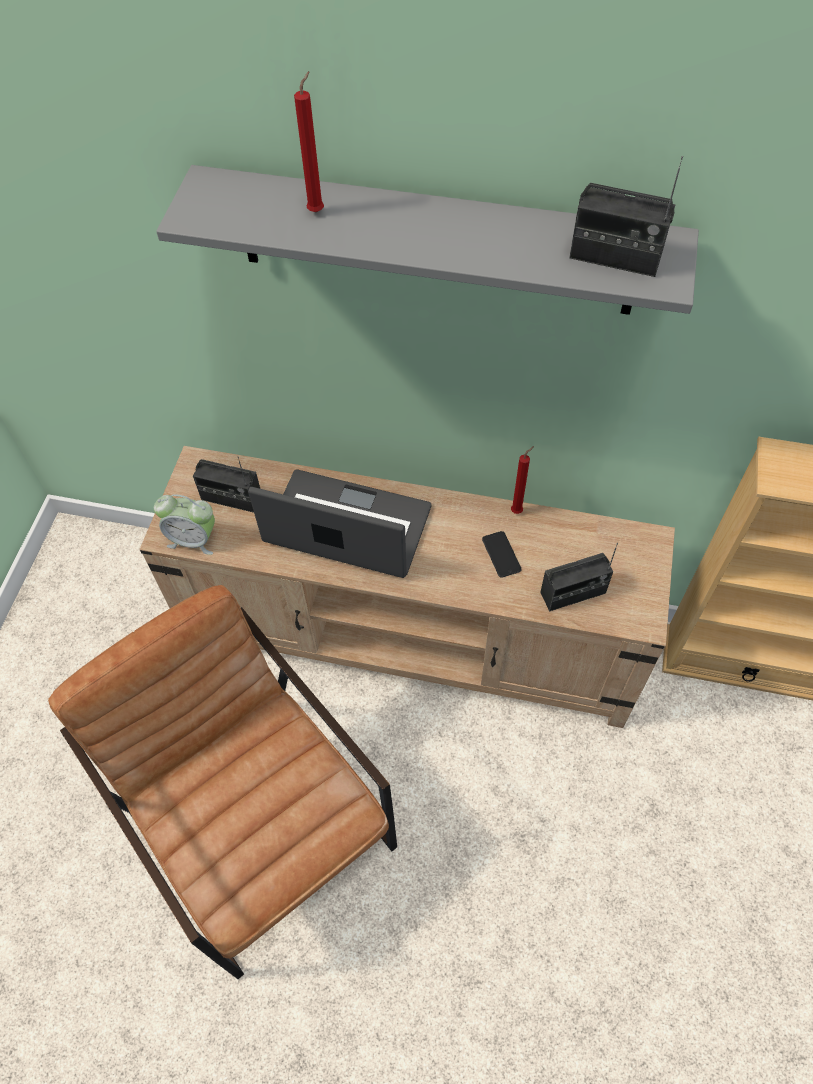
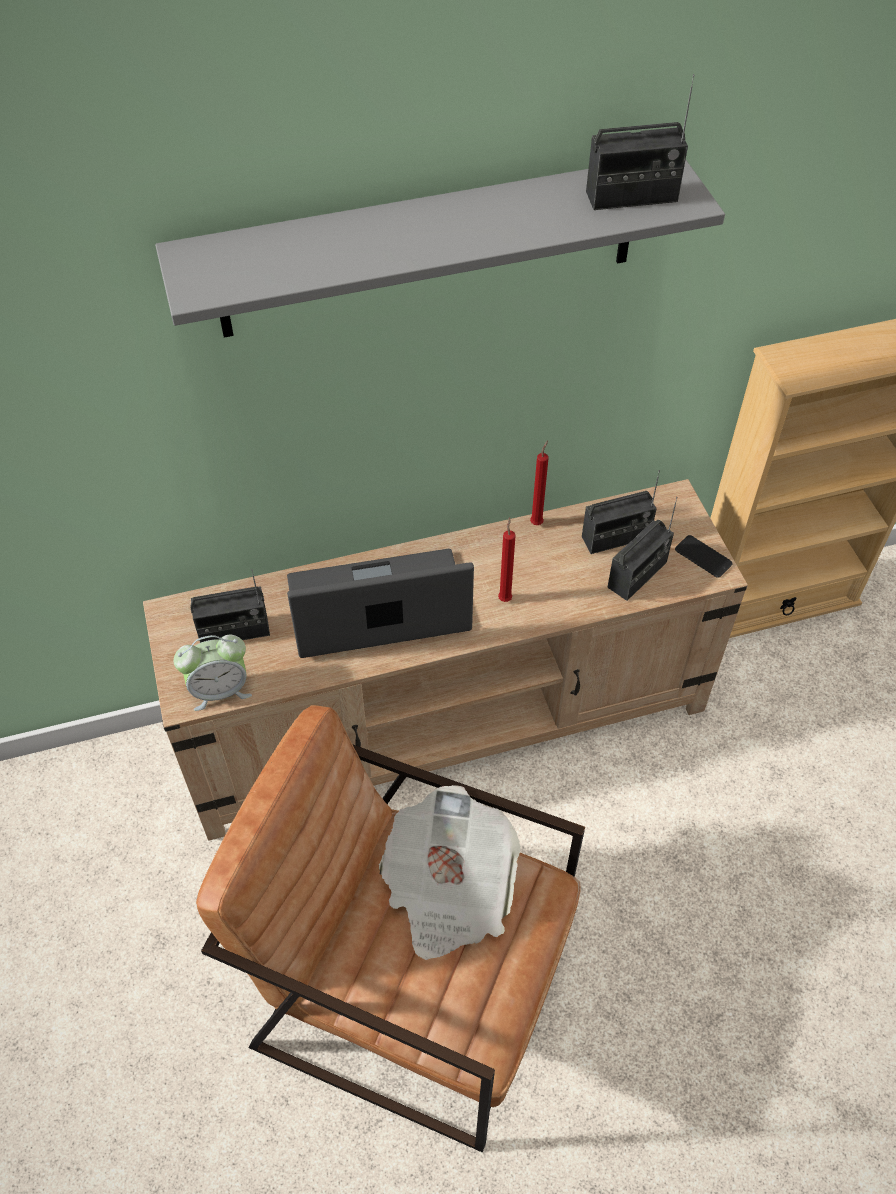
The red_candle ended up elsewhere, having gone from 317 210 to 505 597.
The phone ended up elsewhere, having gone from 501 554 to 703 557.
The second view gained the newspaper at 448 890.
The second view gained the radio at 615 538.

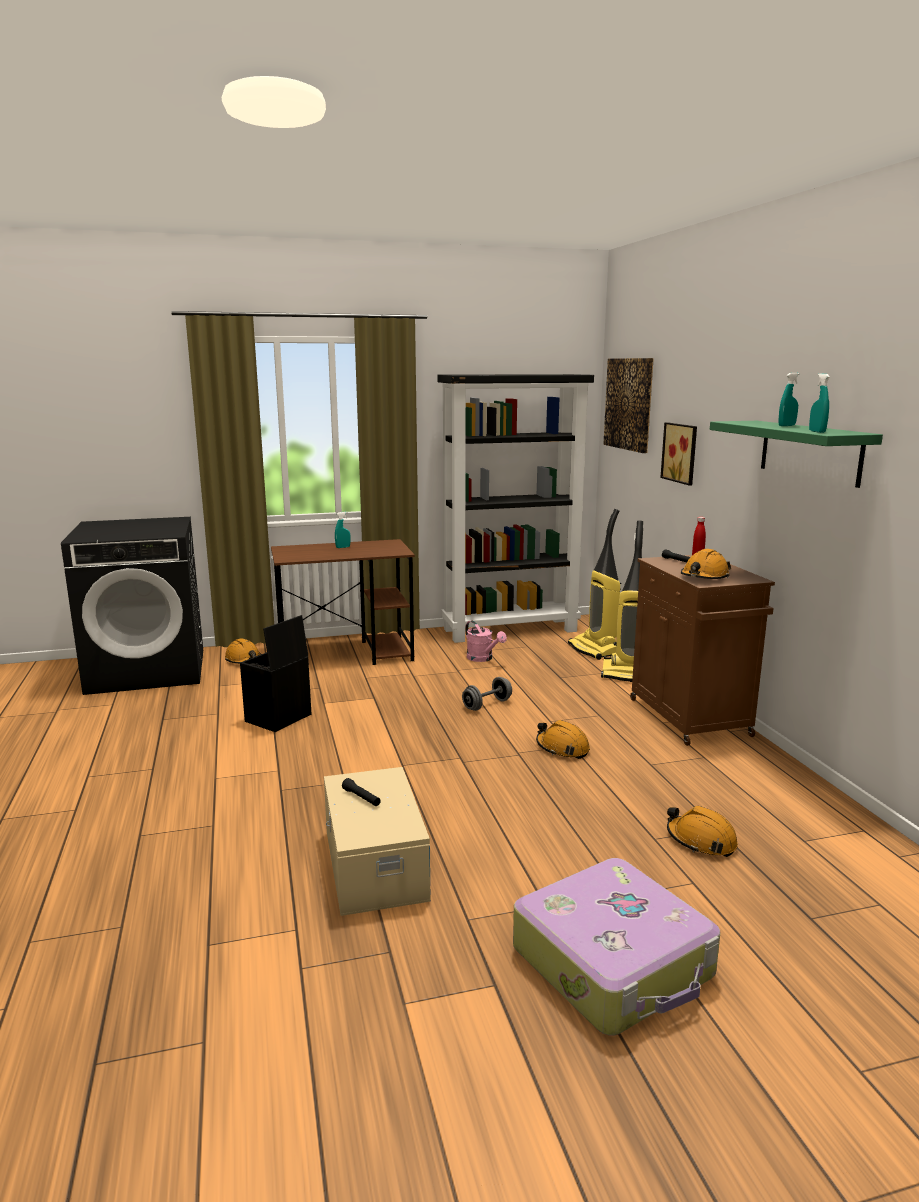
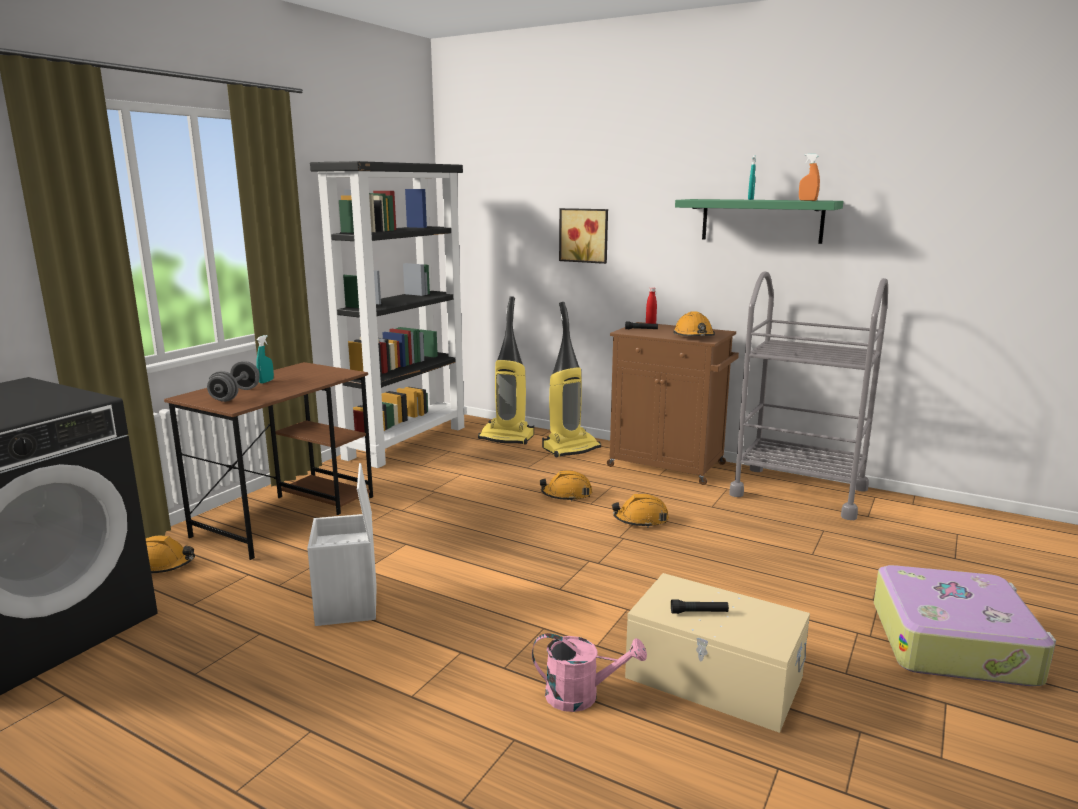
What was the black_storage_box at 278 718 turned into the white_storage_box at 348 605.
The grey_dumbbell ended up elsewhere, having gone from 487 705 to 235 395.
The pink_watering_can ended up elsewhere, having gone from 483 658 to 582 696.
The second view lost the picture at 629 404.
The orange_hard_hat ended up elsewhere, having gone from 701 841 to 566 495.
What was the turquoise_spray_bottle at 817 432 turned into the orange_spray_bottle at 807 200.
The second view gained the grey_cart at 798 492.

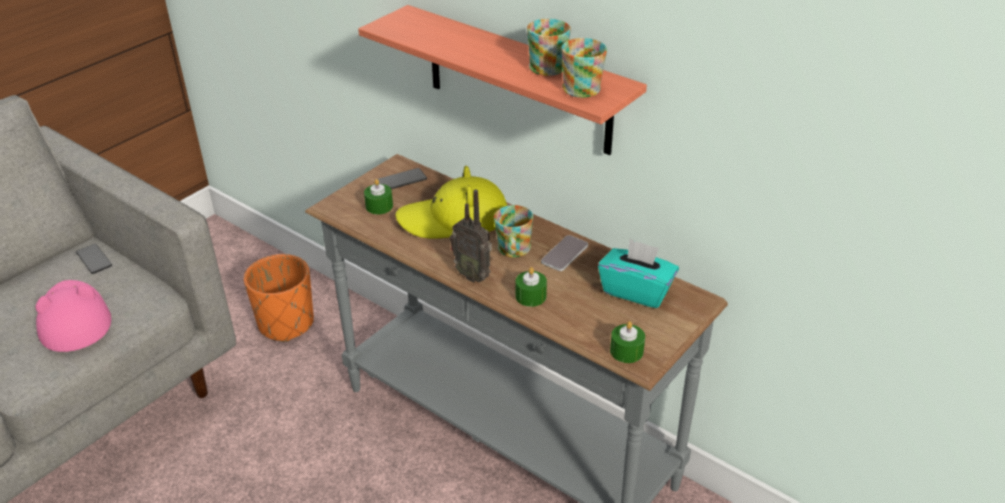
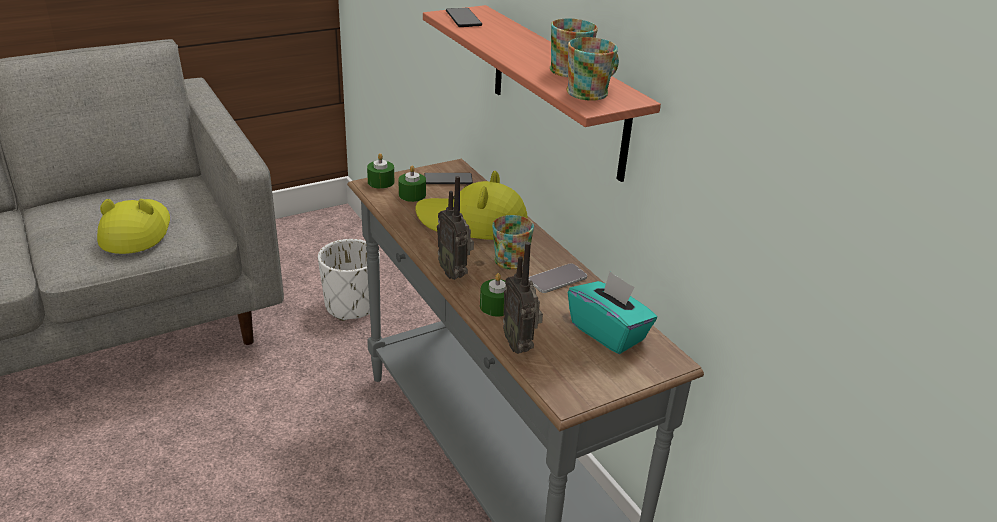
What was the pink_hat at 73 320 turned into the yellow_hat at 136 231.
The phone ended up elsewhere, having gone from 94 259 to 463 19.
What was the orange_planter at 286 324 turned into the white_planter at 351 306.
The green_candle ended up elsewhere, having gone from 626 351 to 381 182.
The second view gained the radio at 520 345.

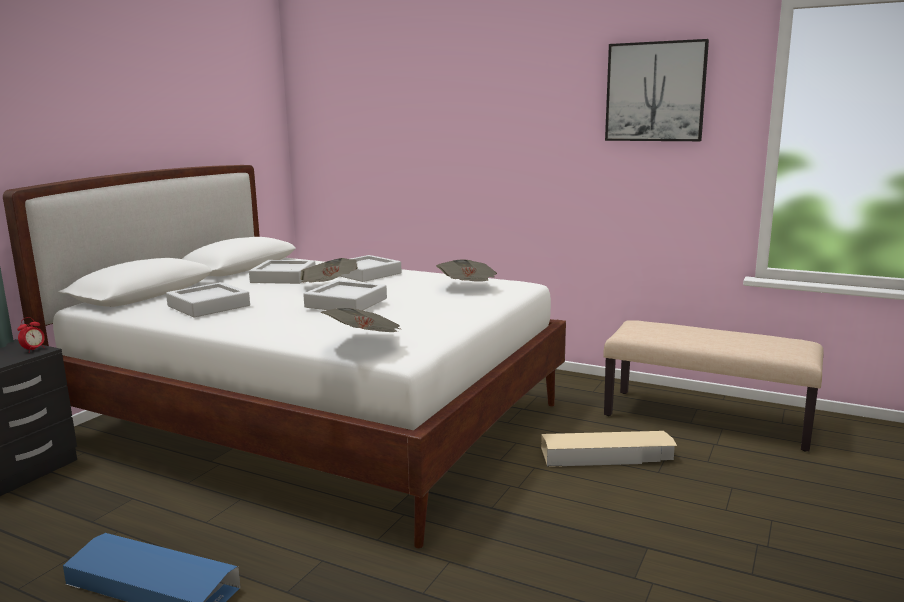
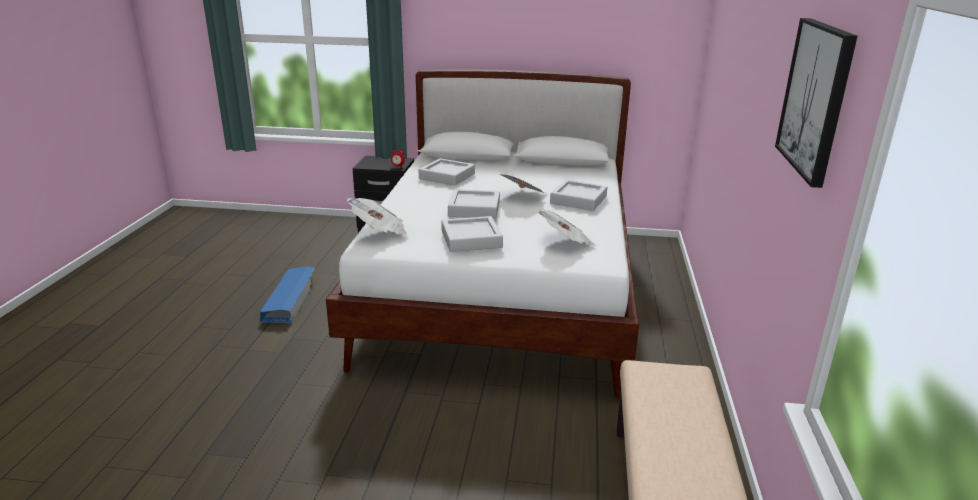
The grey_tray ended up elsewhere, having gone from 283 277 to 471 239.
The second view lost the beige_storage_box at 607 456.

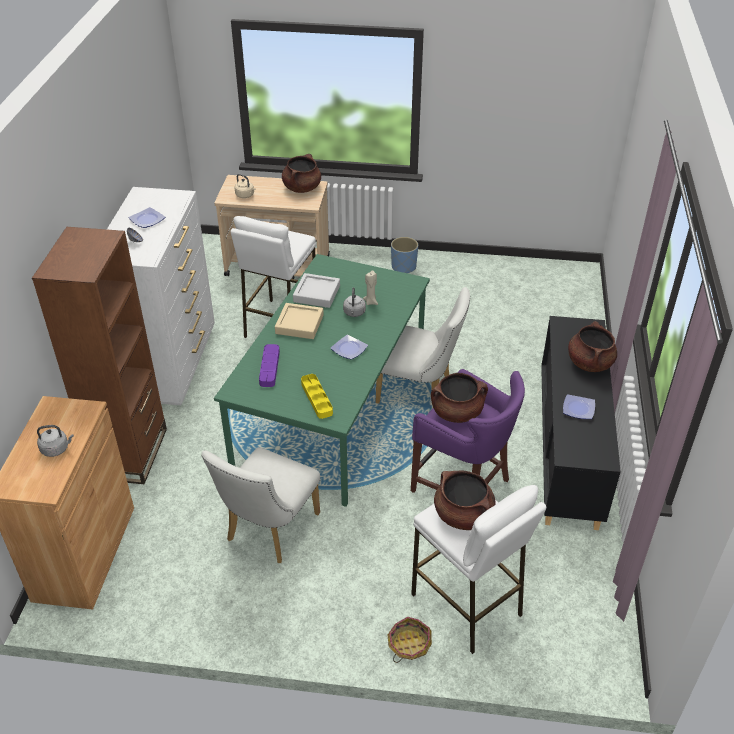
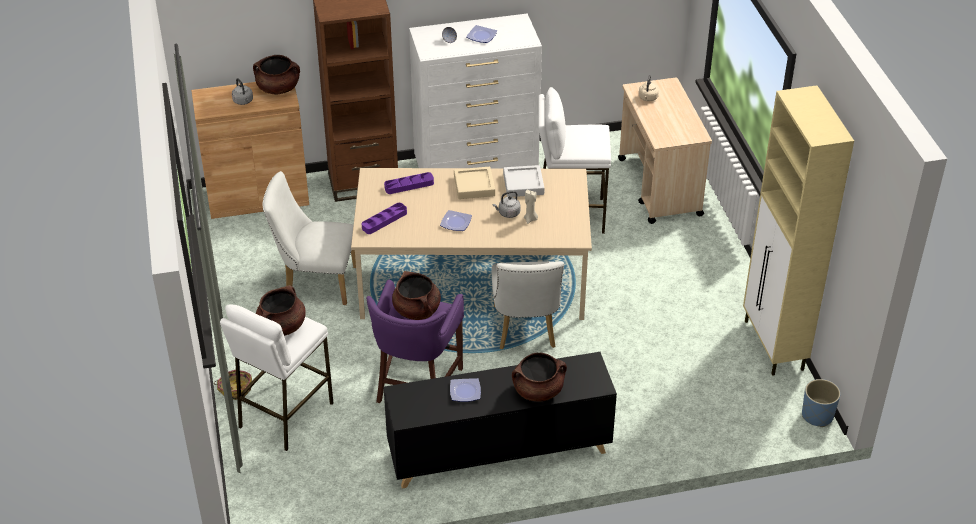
What was the green_dining_table at 333 409 turned into the beige_dining_table at 472 281.
The brown_cooking_pot ended up elsewhere, having gone from 302 188 to 278 88.
What was the yellow_tray at 316 398 turned into the purple_tray at 384 220.
The blue_planter ended up elsewhere, having gone from 403 267 to 817 415.
The second view gained the beige_cabinet at 773 346.

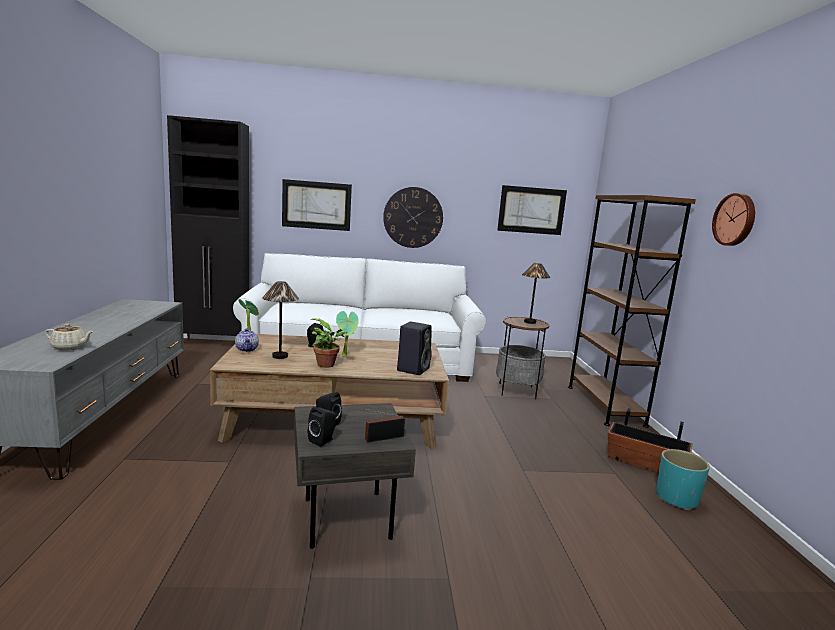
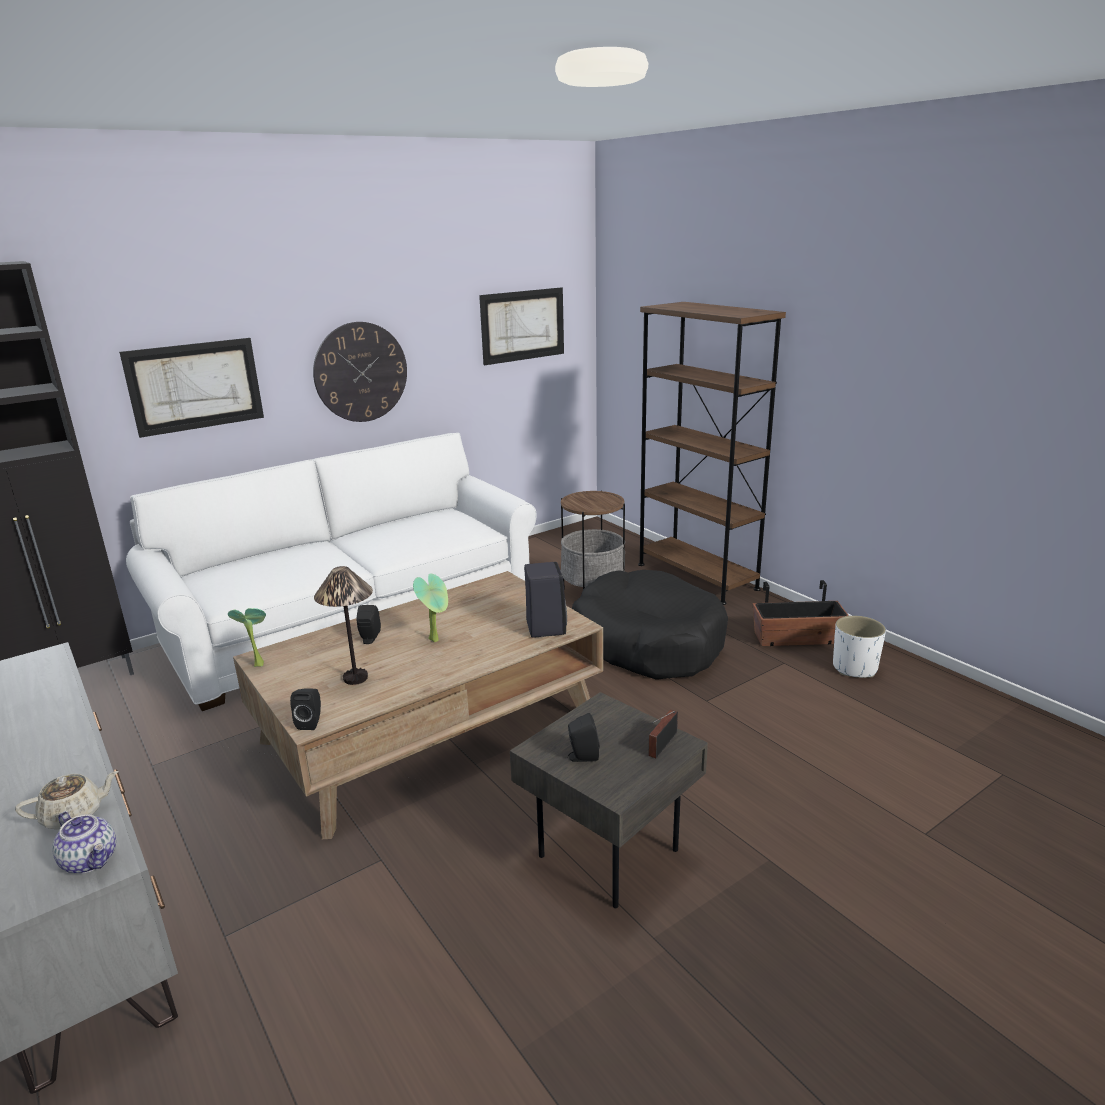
The teapot ended up elsewhere, having gone from 247 349 to 91 860.
The black_speaker ended up elsewhere, having gone from 323 440 to 311 722.
The second view lost the potted_plant at 328 365.
The second view lost the table_lamp at 529 322.
What was the turquoise_planter at 677 499 turned into the white_planter at 855 668.
The second view lost the wall_clock at 735 219.
The second view gained the black_dog_bed at 648 642.

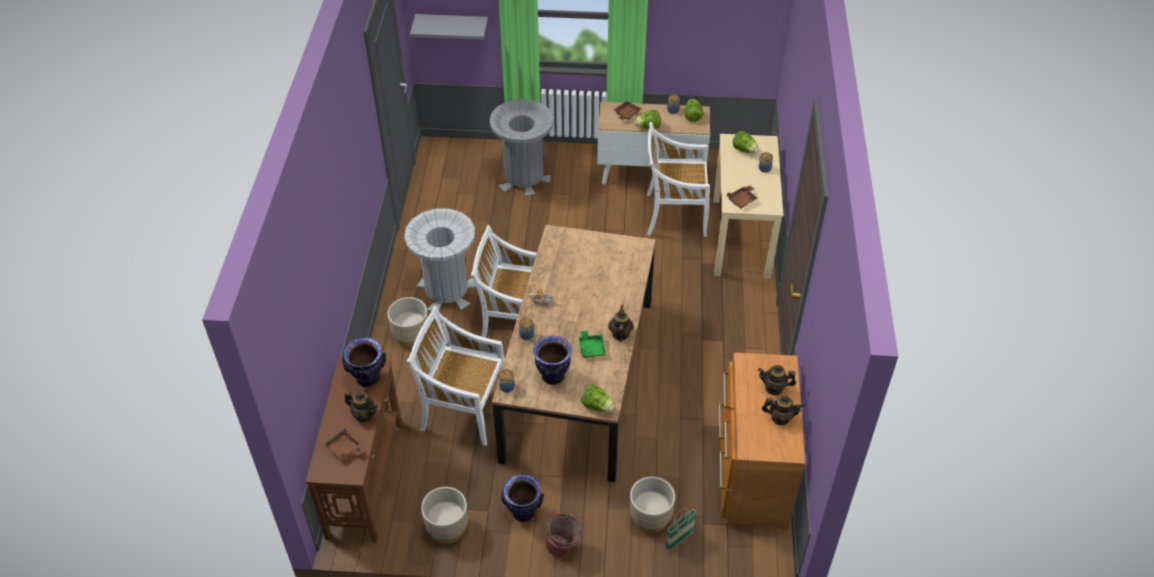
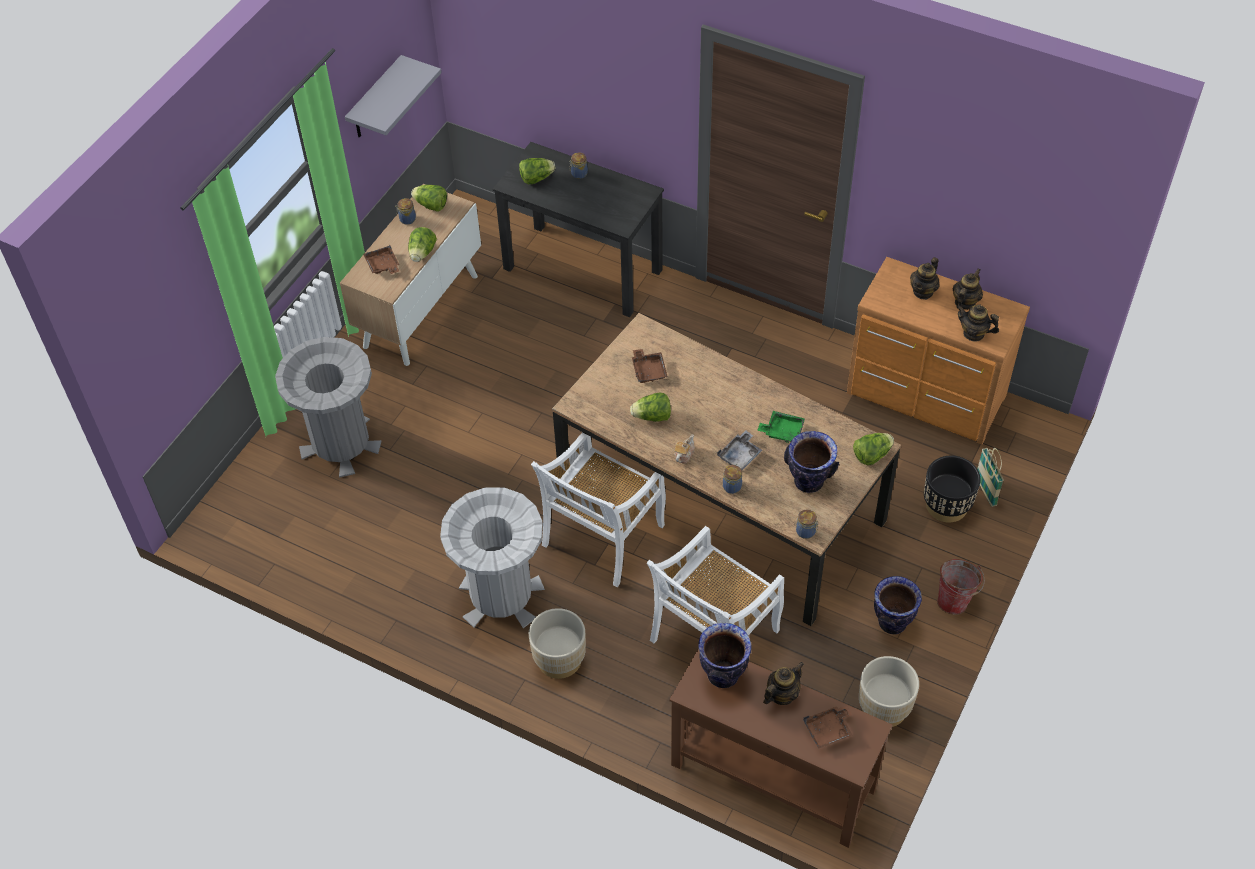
The grey_shelf ended up elsewhere, having gone from 452 26 to 375 100.
The teapot ended up elsewhere, having gone from 620 334 to 974 333.
What was the beige_planter at 650 518 turned into the black_planter at 946 505.
The second view lost the white_chair at 674 215.
What was the beige_desk at 741 237 turned into the black_desk at 583 269.
The brown_tray ended up elsewhere, having gone from 742 200 to 648 370.
The second view gained the lettuce at 652 416.
The second view gained the grey_tray at 740 456.

